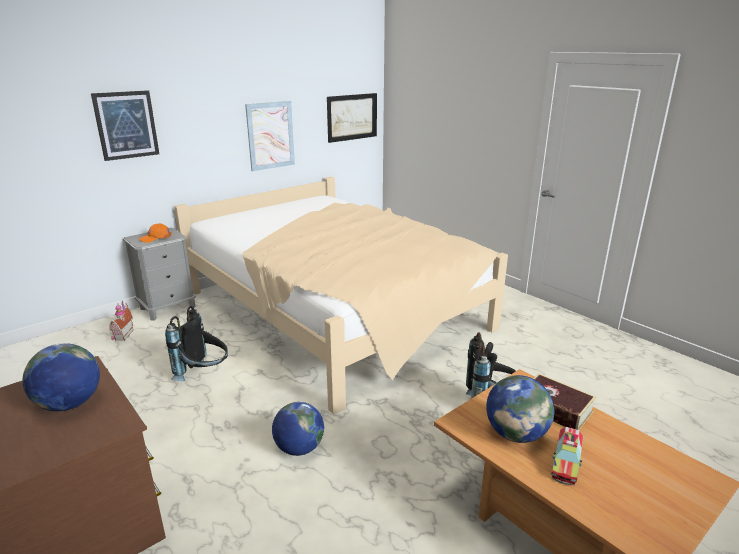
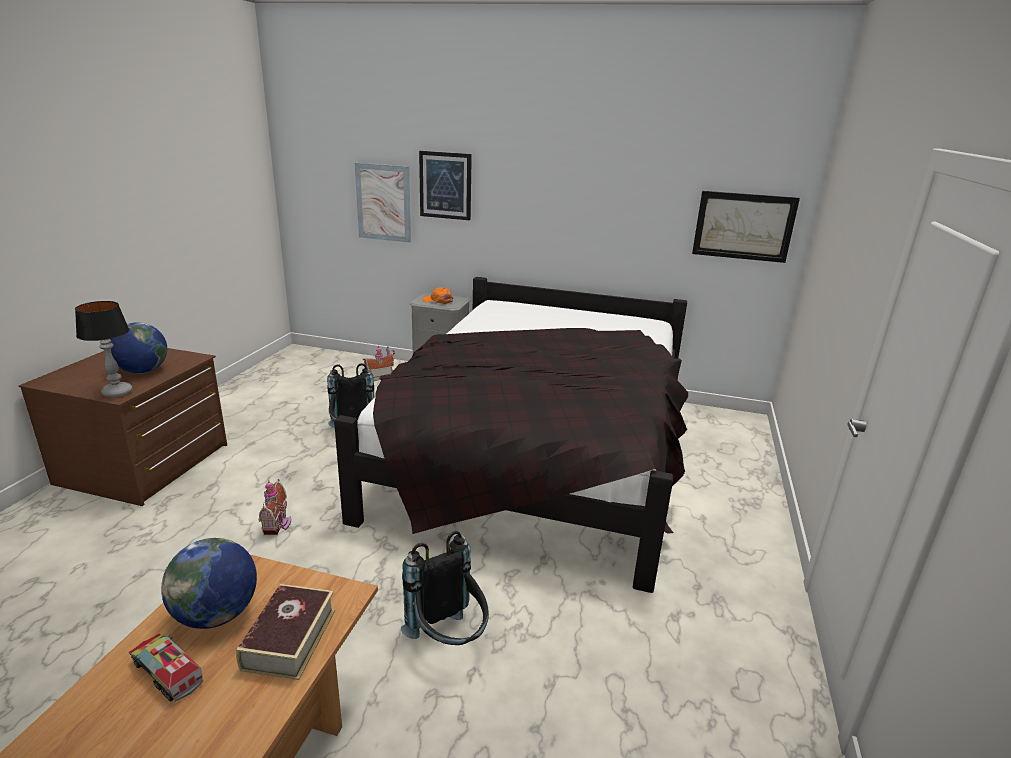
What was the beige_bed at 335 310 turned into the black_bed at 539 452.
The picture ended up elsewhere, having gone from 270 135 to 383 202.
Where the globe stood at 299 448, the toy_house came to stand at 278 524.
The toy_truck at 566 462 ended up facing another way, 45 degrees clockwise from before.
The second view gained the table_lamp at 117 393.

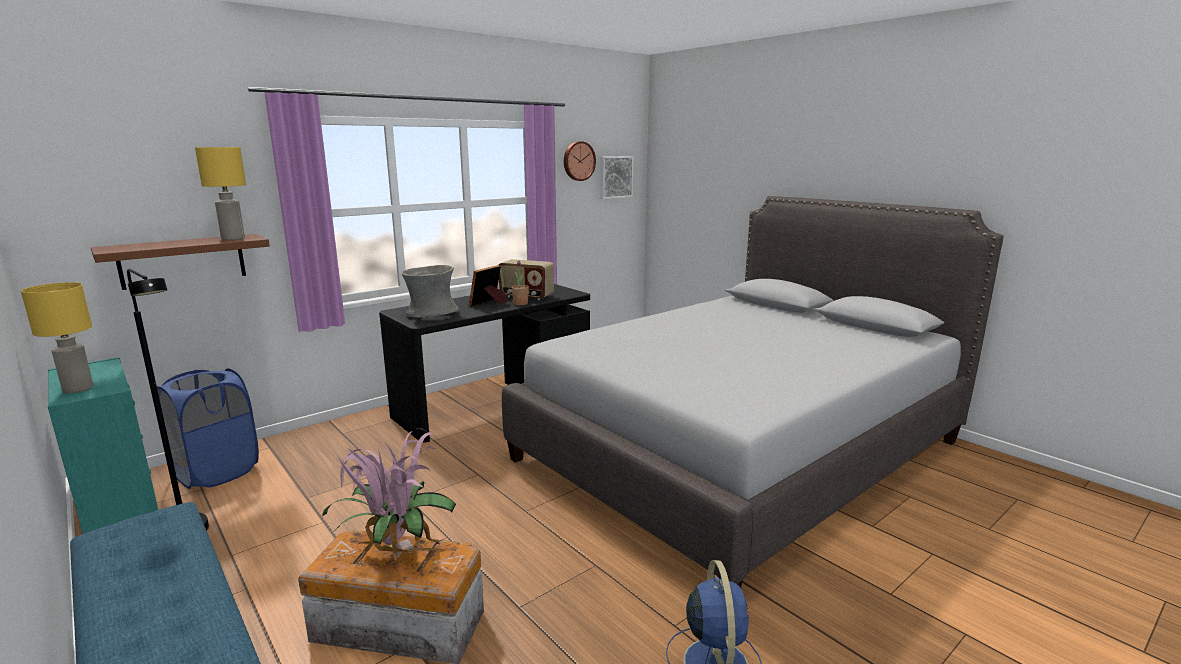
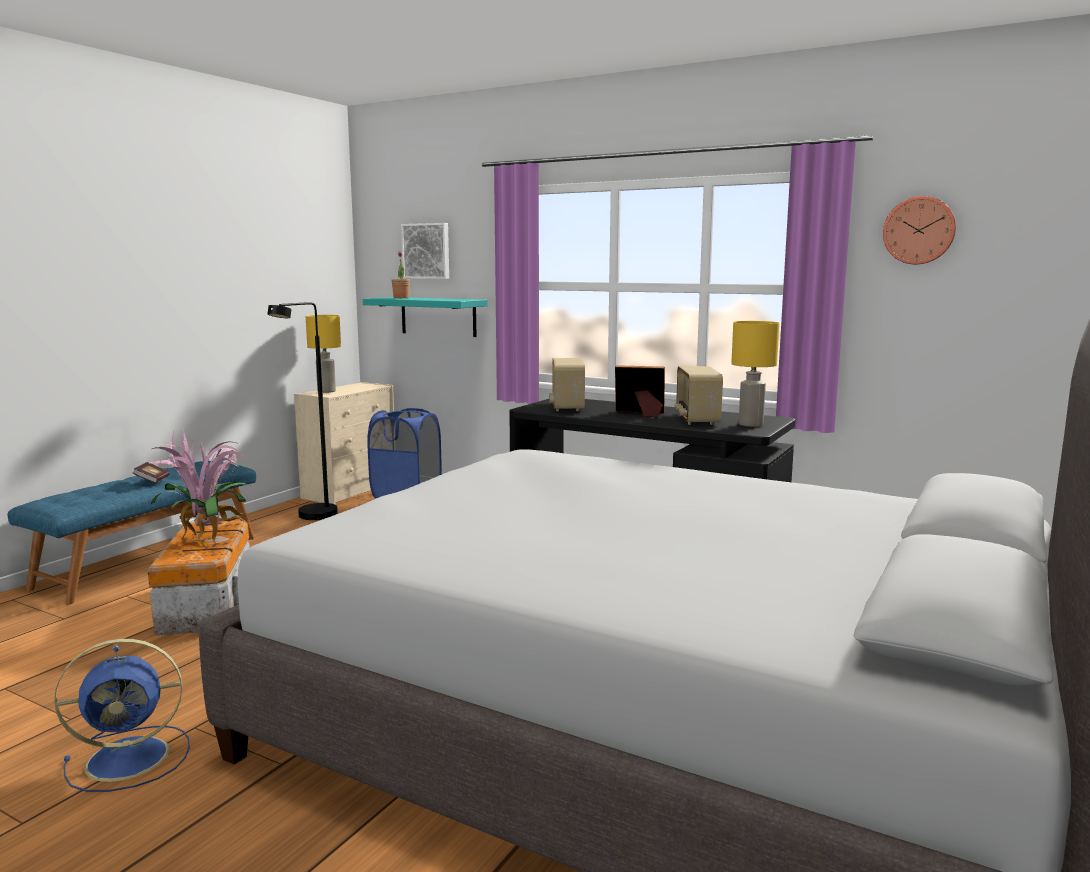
What was the turquoise_dresser at 118 503 turned into the beige_dresser at 351 490.
What was the brown_shelf at 183 261 turned into the turquoise_shelf at 438 316.
The yellow_table_lamp ended up elsewhere, having gone from 234 238 to 751 424.
Where the grey_vase stood at 432 314, the radio came to stand at 566 407.
The potted_plant ended up elsewhere, having gone from 520 303 to 401 298.
The picture ended up elsewhere, having gone from 615 177 to 427 251.
The second view gained the book at 152 481.

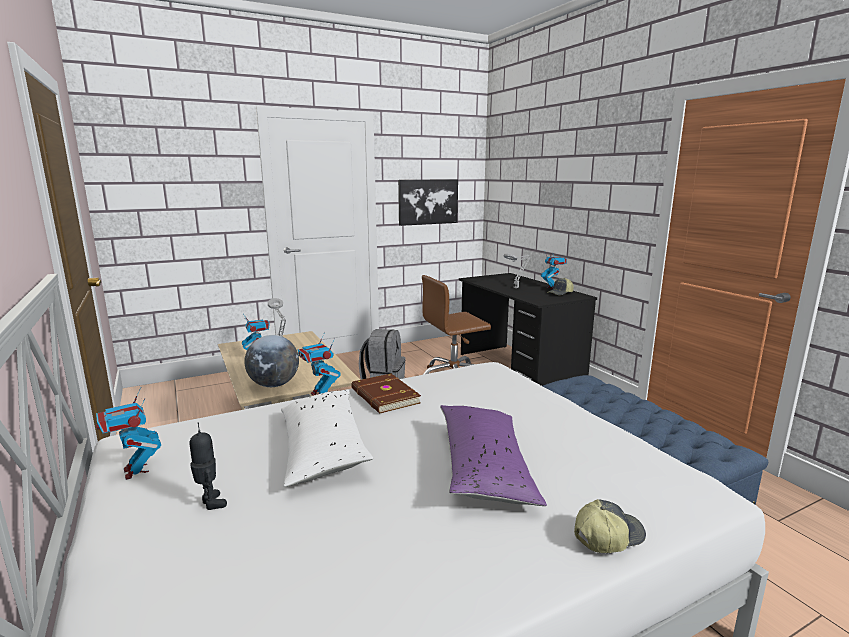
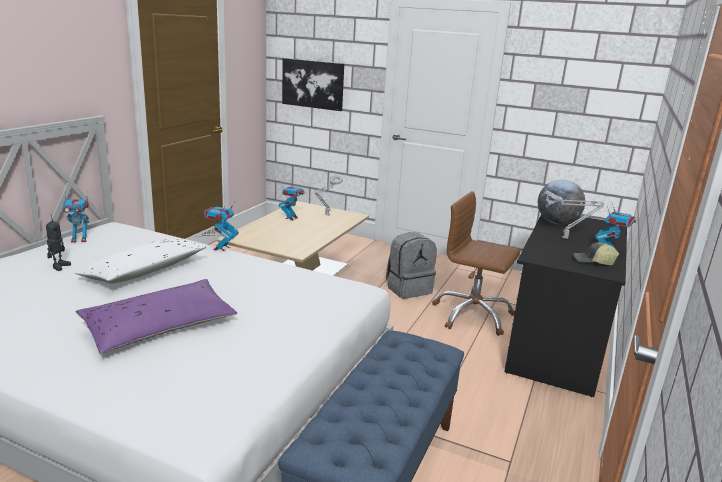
The toy_robot at 135 471 ended up facing another way, 120 degrees counterclockwise from before.
The globe ended up elsewhere, having gone from 274 385 to 557 223.
The second view lost the brown_book at 384 396.
The picture ended up elsewhere, having gone from 428 202 to 313 84.
The second view lost the cap at 607 536.

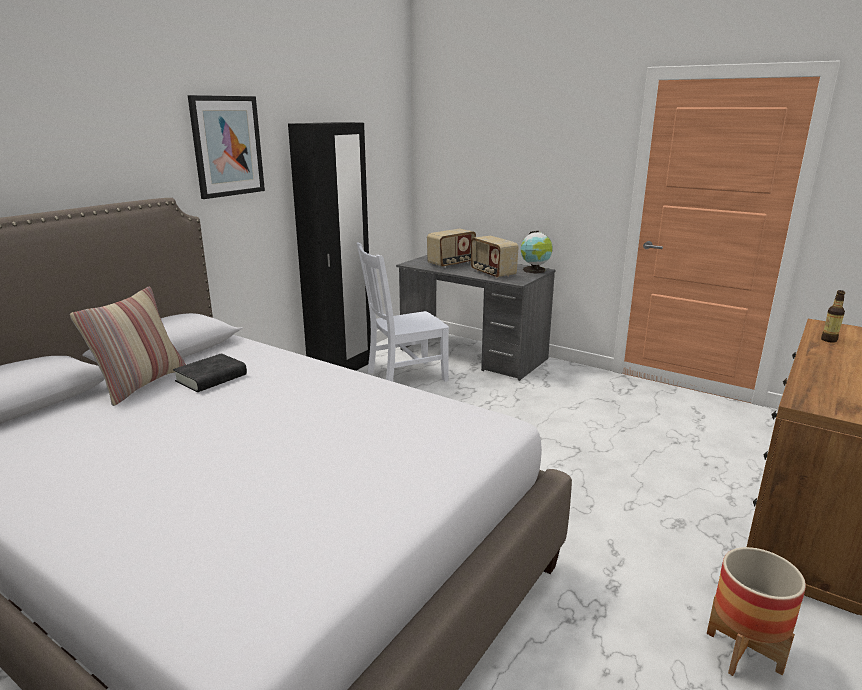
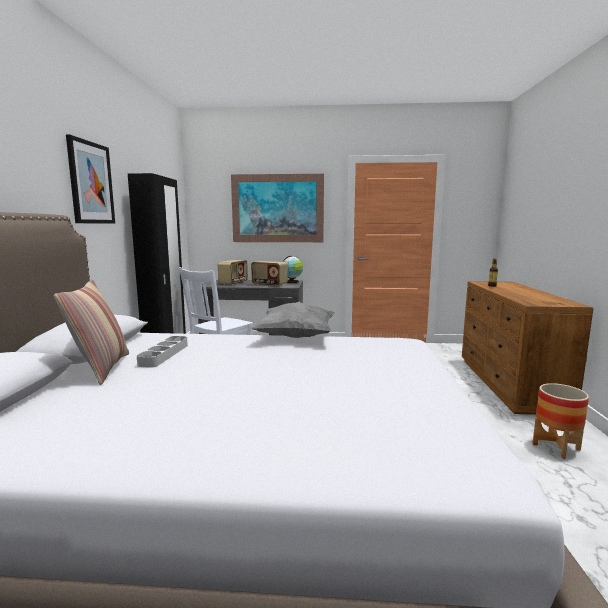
Where the black_book stood at 211 378, the grey_tray came to stand at 164 354.
The second view gained the picture at 277 208.
The second view gained the grey_pillow at 295 337.

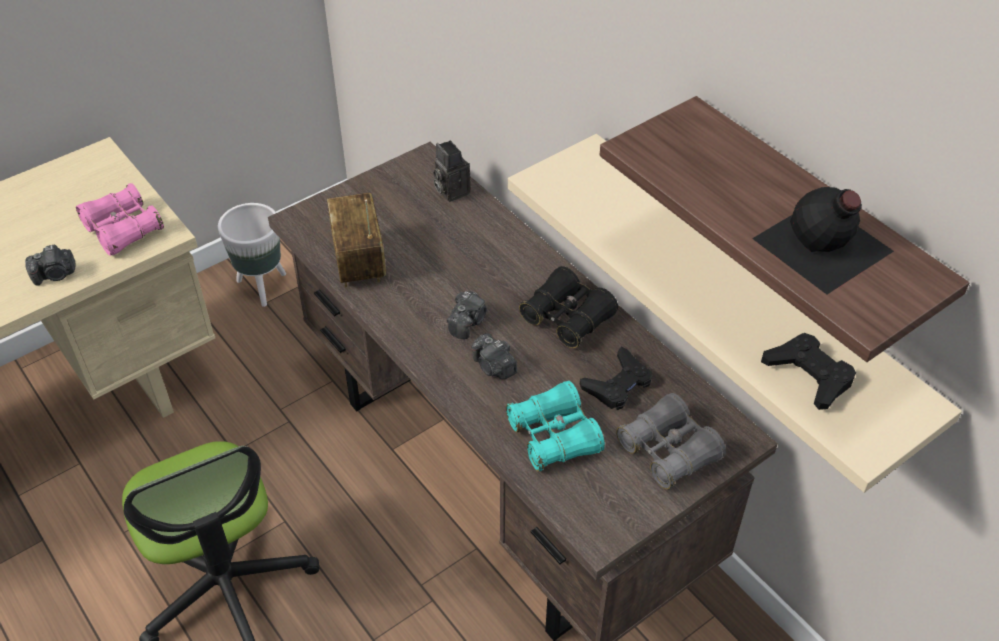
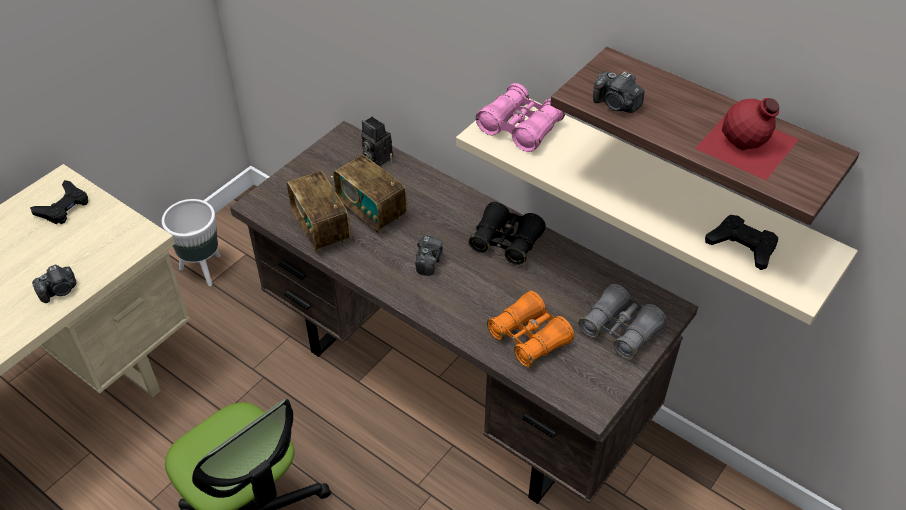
The pink_binoculars ended up elsewhere, having gone from 123 229 to 520 128.
The photo_camera ended up elsewhere, having gone from 494 367 to 616 104.
What was the turquoise_binoculars at 554 436 turned into the orange_binoculars at 529 337.
The black_game_controller ended up elsewhere, having gone from 618 384 to 63 207.
What was the black_bottle at 822 246 turned into the red_bottle at 747 145.
The second view gained the radio at 372 211.

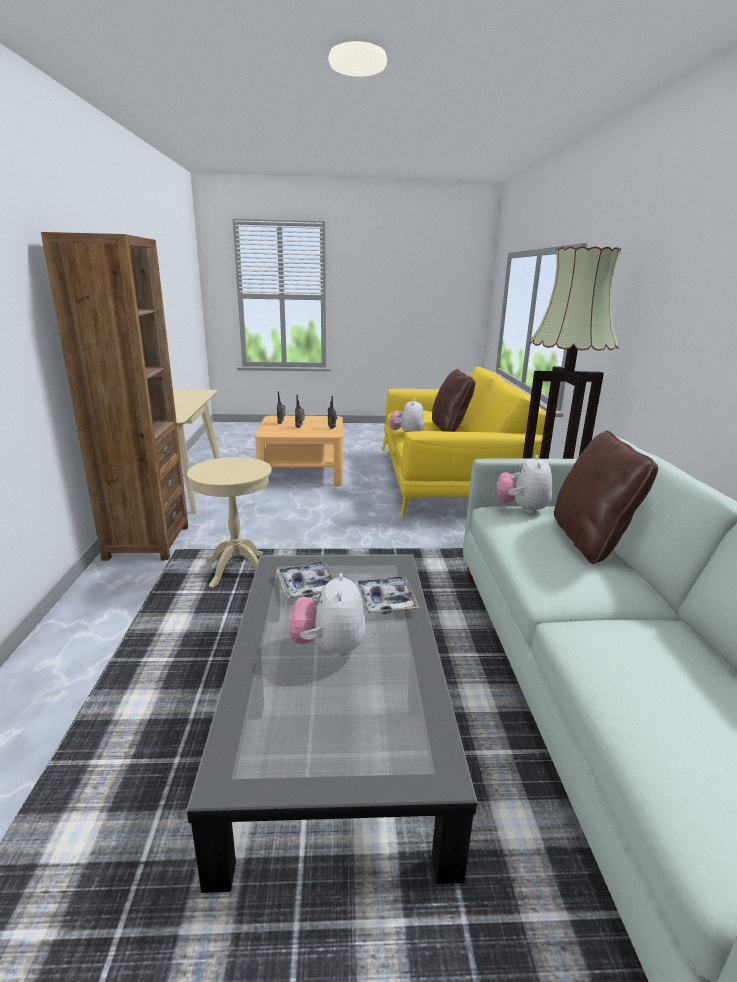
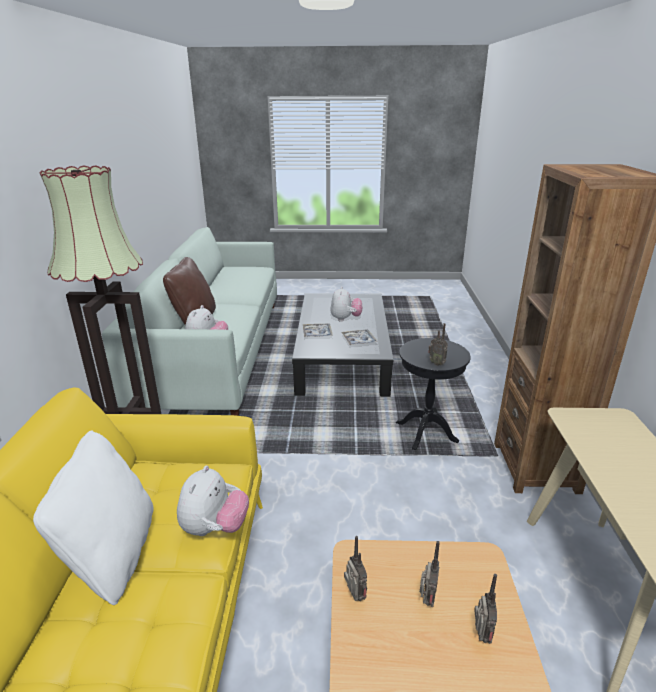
What was the beige_side_table at 237 569 turned into the black_side_table at 426 432.
What was the brown_pillow at 450 429 turned into the white_pillow at 114 555.
The second view gained the radio at 437 363.

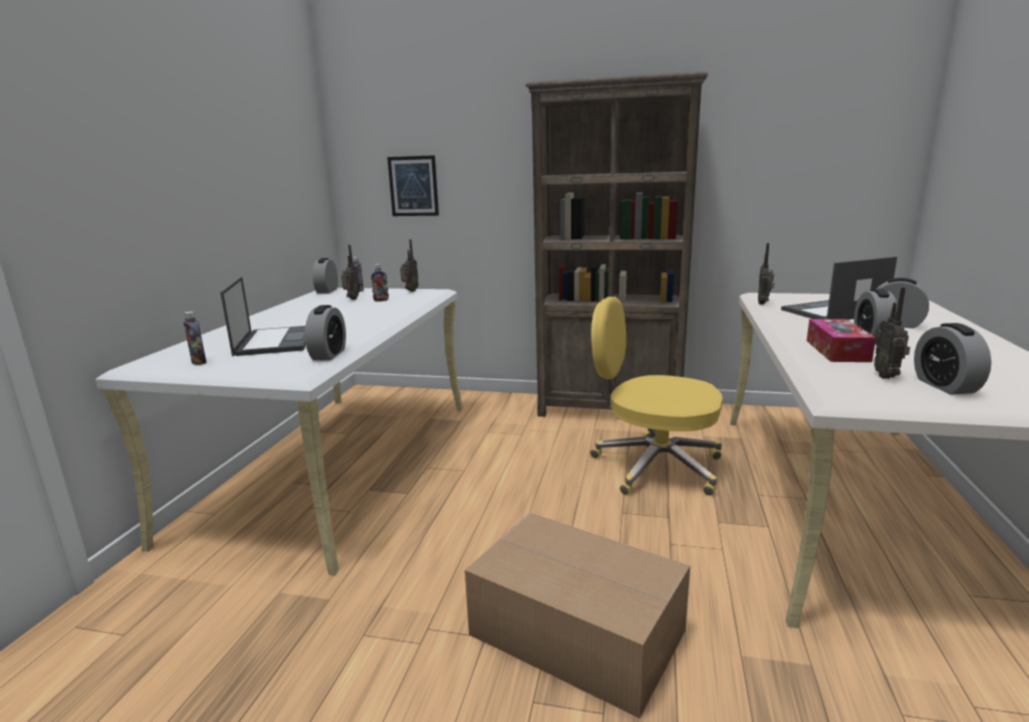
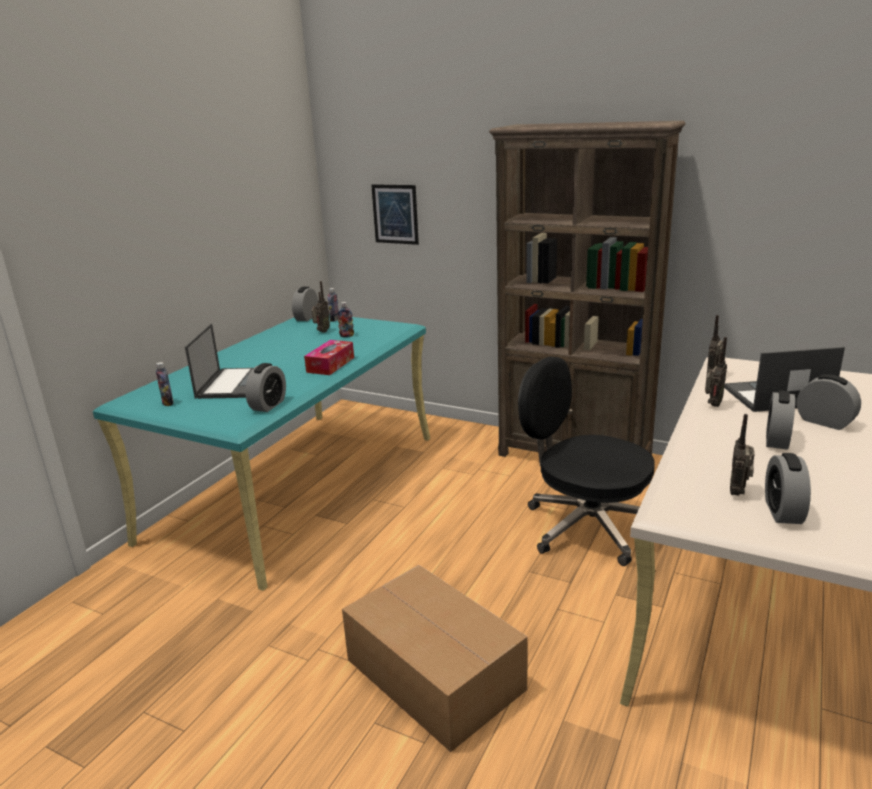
What was the white_desk at 336 464 turned into the turquoise_desk at 297 485.
The radio ended up elsewhere, having gone from 410 291 to 712 405.
What was the yellow_office_chair at 654 466 turned into the black_office_chair at 585 526.
The tissue_box ended up elsewhere, having gone from 837 351 to 330 365.

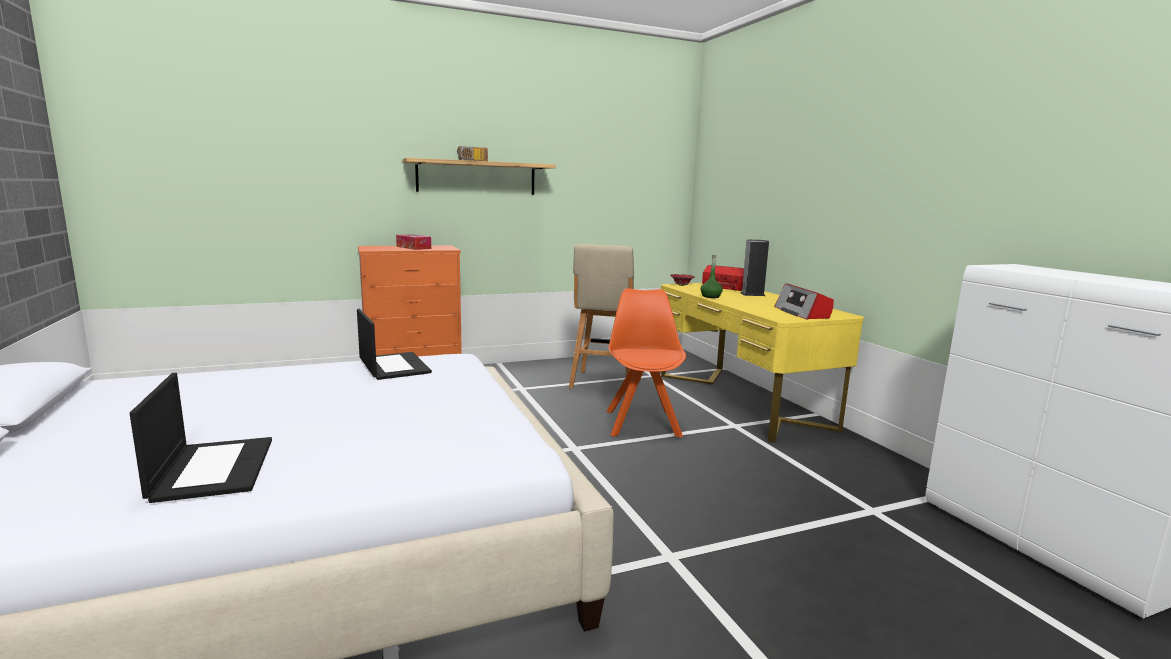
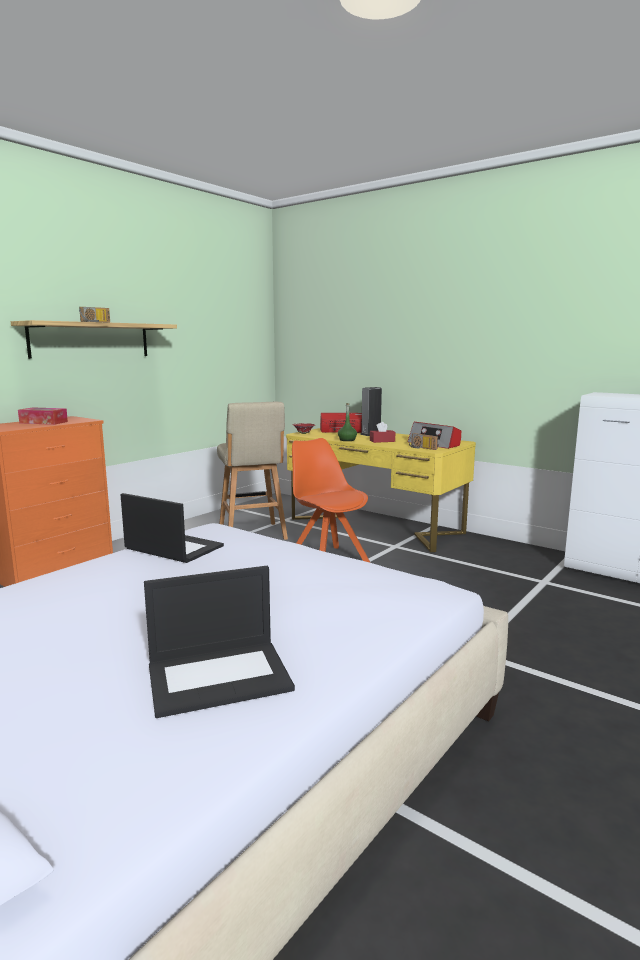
The laptop at 213 468 ended up facing another way, 120 degrees clockwise from before.
The second view gained the red_tissue_box at 382 441.
The second view gained the radio at 421 448.

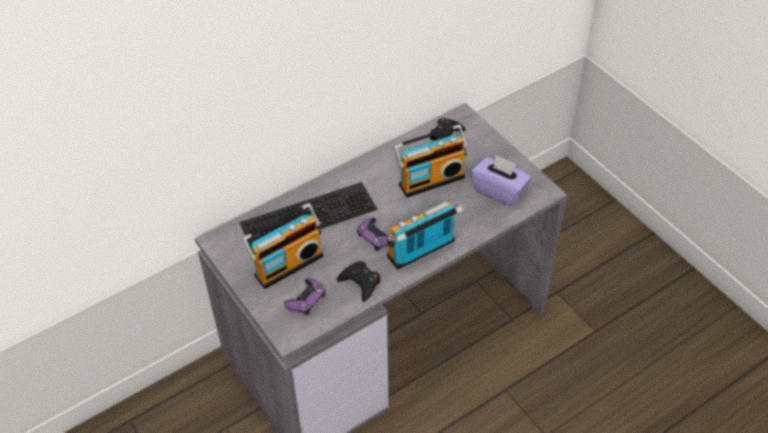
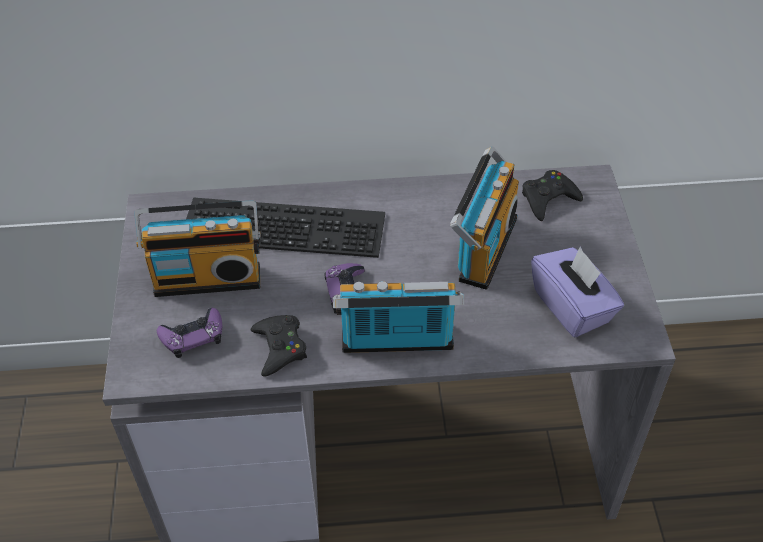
The radio at 430 179 ended up facing another way, 75 degrees counterclockwise from before.

